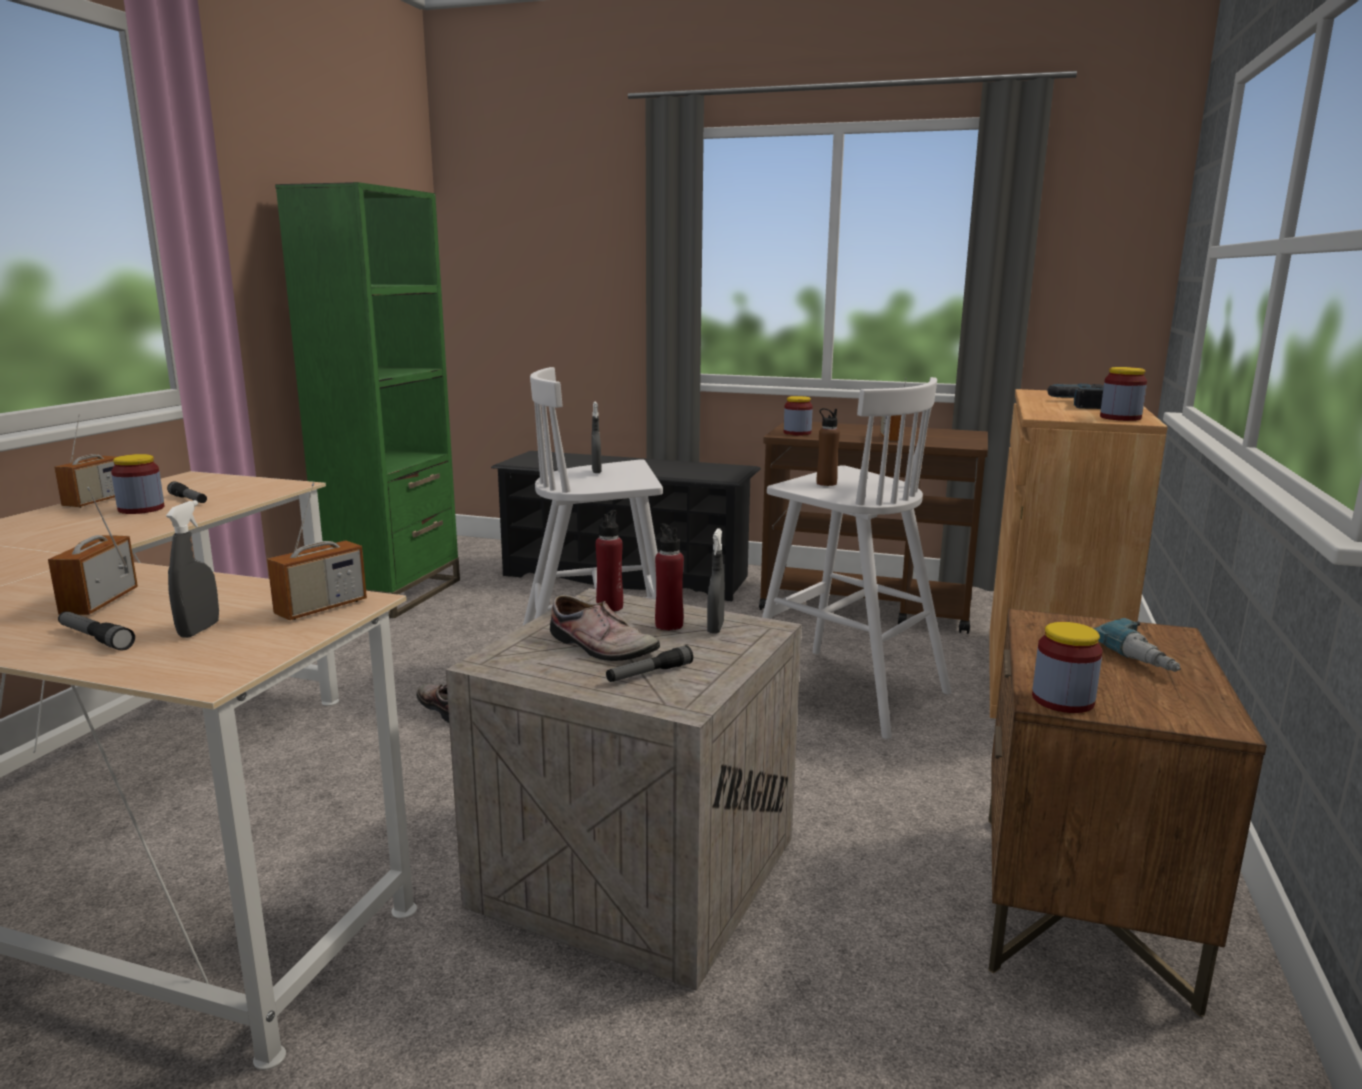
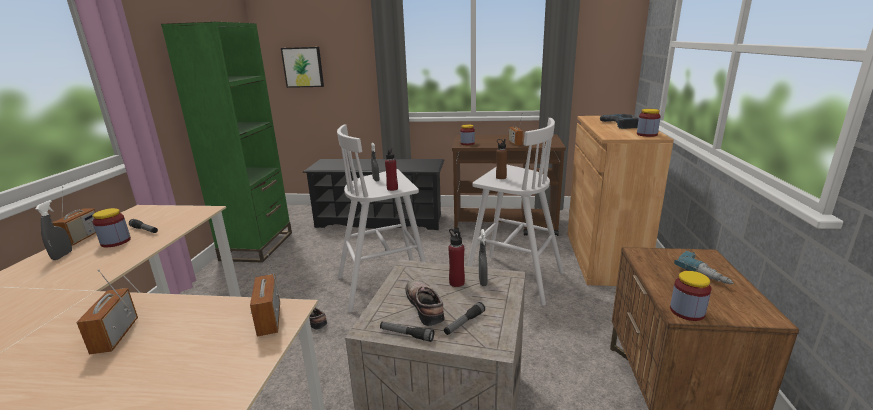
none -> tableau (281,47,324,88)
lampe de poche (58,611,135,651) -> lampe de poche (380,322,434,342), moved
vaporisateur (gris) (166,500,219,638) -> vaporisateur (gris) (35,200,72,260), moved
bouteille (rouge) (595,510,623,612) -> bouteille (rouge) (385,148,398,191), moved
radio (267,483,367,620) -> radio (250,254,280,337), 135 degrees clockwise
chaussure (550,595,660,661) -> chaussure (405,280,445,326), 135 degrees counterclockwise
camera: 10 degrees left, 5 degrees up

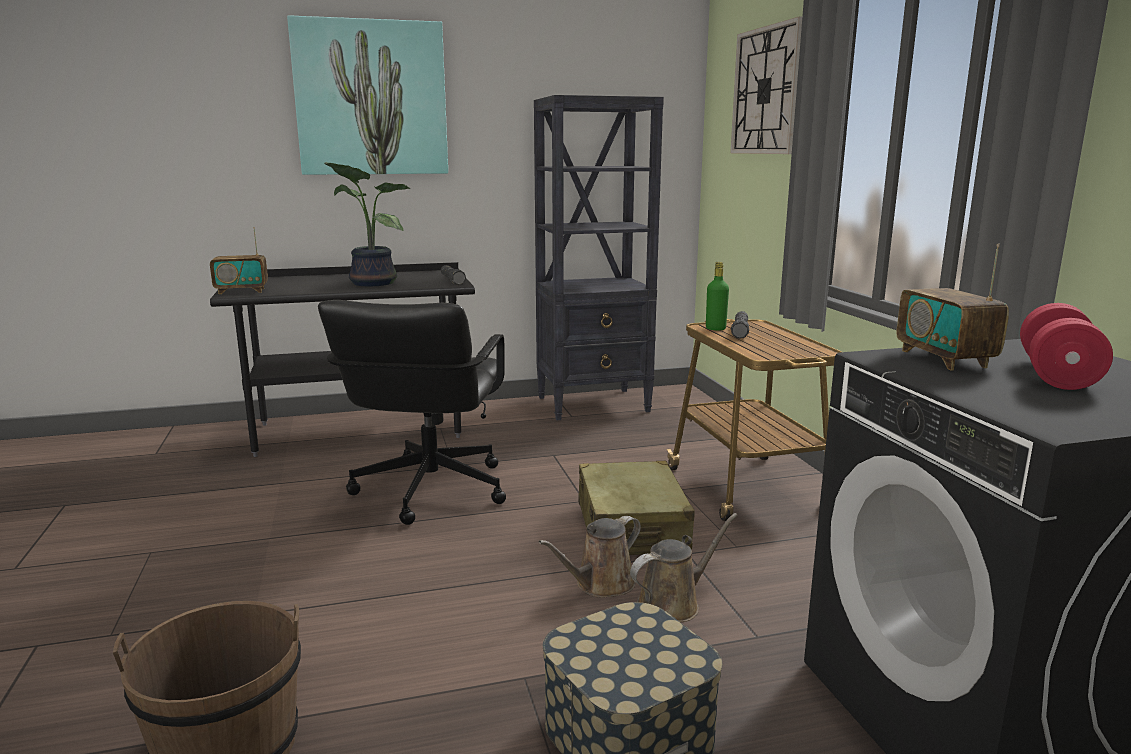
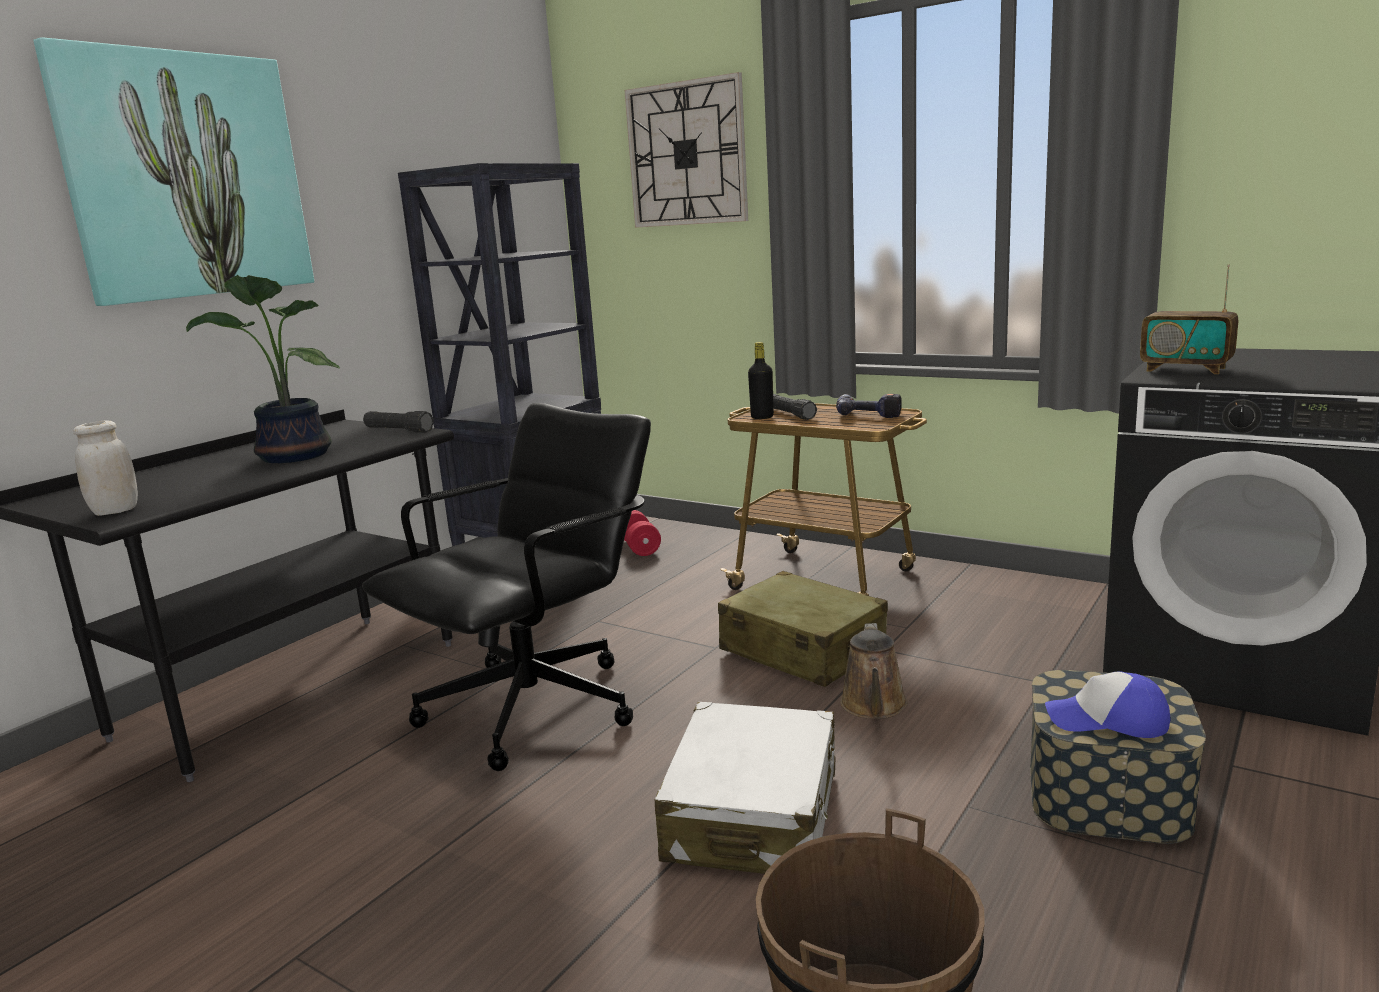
arrosoir (marron) (630,513,738,622) -> none
none -> valise (blanc) (655,702,835,874)
none -> perceuse (836,394,901,418)
none -> casquette (1045,671,1171,738)
haltère (rouge) (1020,303,1113,390) -> haltère (rouge) (624,510,661,556), moved
radio (210,227,268,294) -> bocal (blanc) (73,421,138,516)
bouteille (vert) (706,262,729,330) -> bouteille (noir) (748,342,774,419)
chaise de bureau (noir) (318,300,506,525) -> chaise de bureau (noir) (362,403,651,771), 105 degrees counterclockwise
camera: 40 degrees left, 0 degrees up

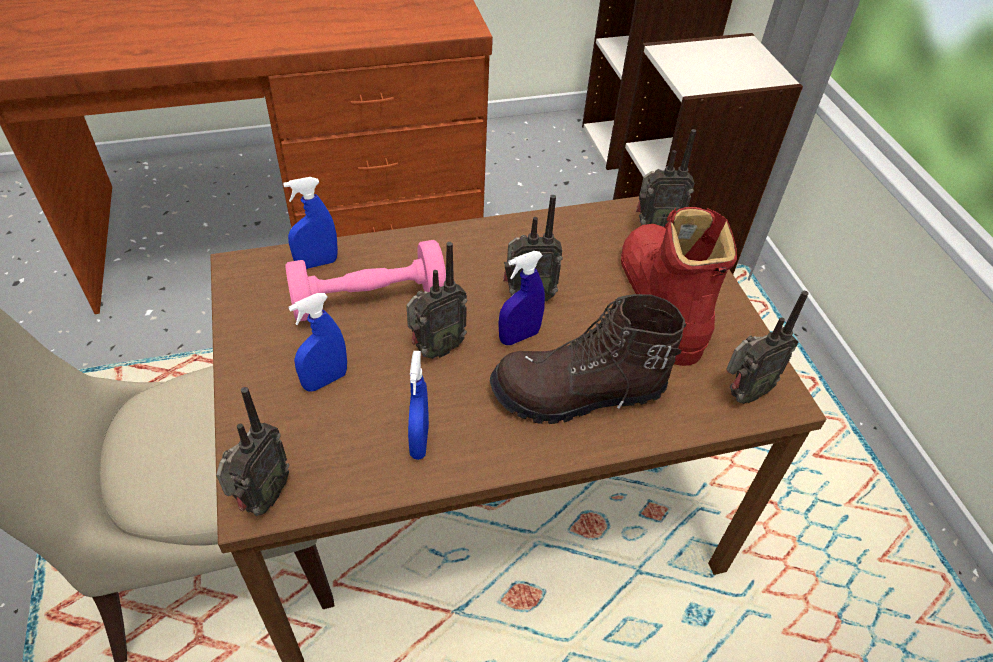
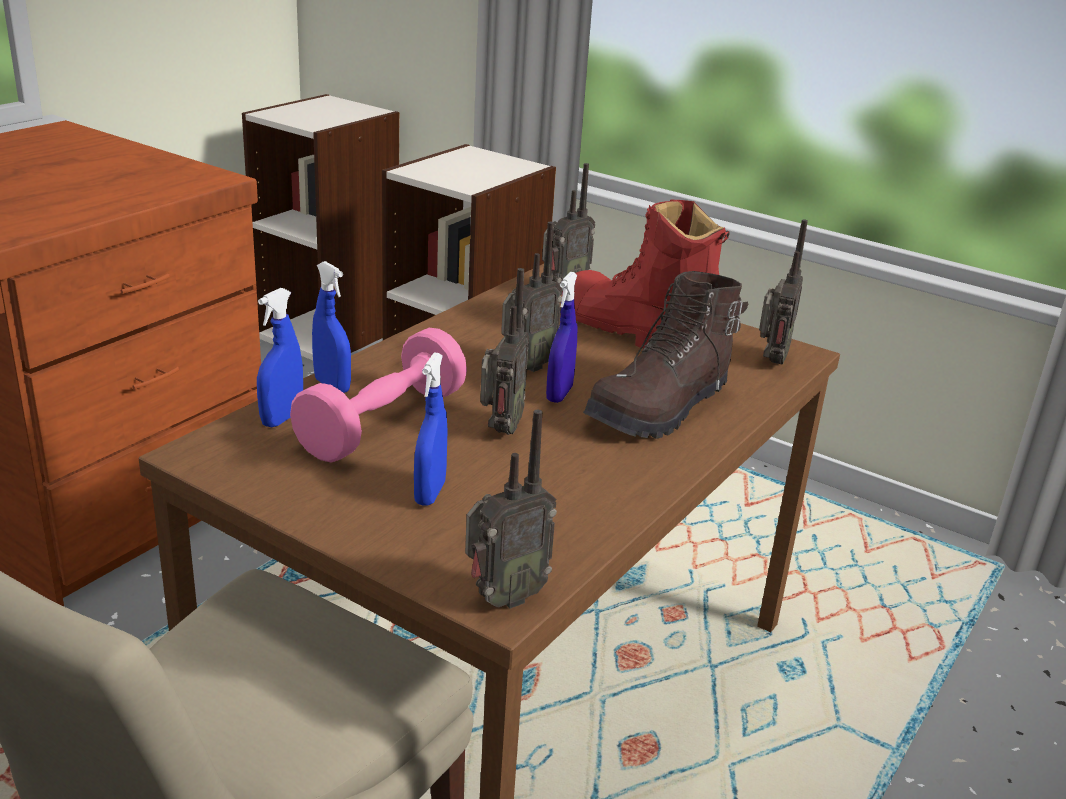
vaporisateur (bleu) (408,351,429,460) -> vaporisateur (bleu) (312,261,351,393), moved
radio (216,387,289,516) -> radio (465,410,557,609), 75 degrees clockwise
camera: 40 degrees left, 20 degrees down

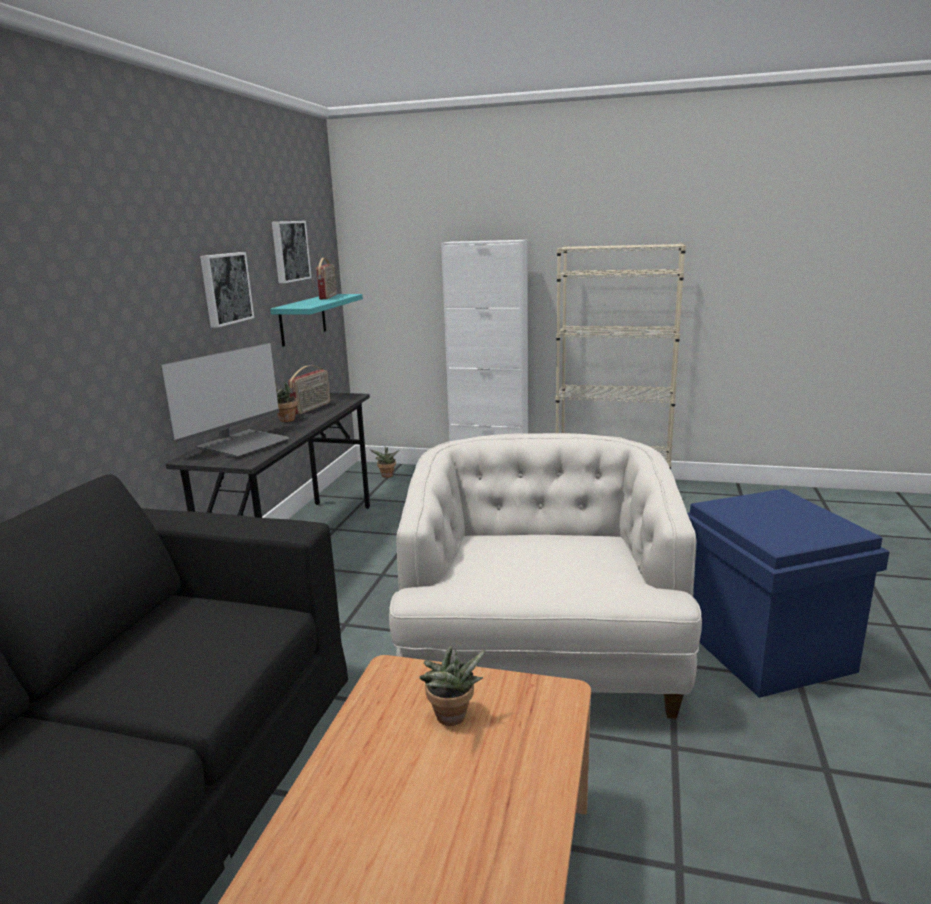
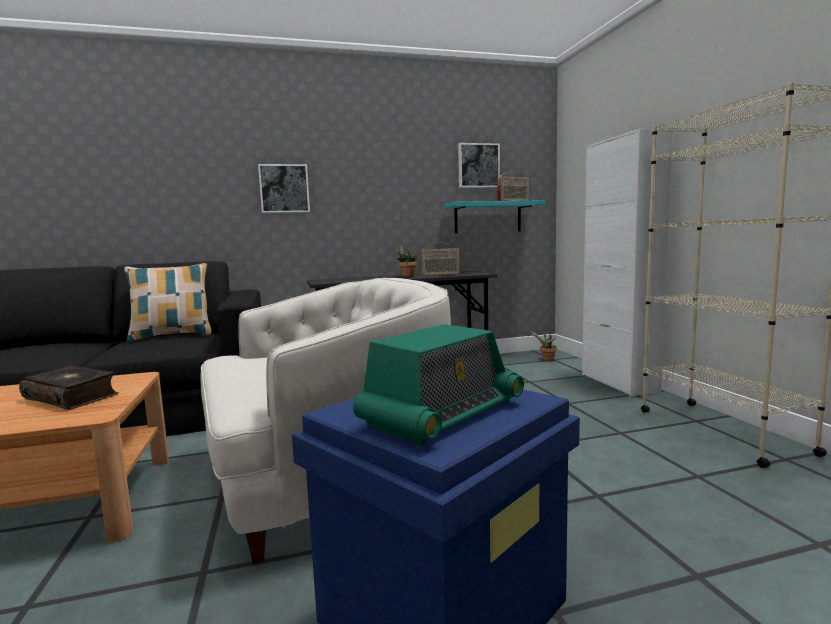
écran d'ordinateur (160,343,289,457) -> none
none -> coussin (124,263,211,342)
none -> radio (353,324,524,446)
tableau (200,252,254,328) -> tableau (258,164,310,213), moved
plante en pot (419,646,485,726) -> livre (19,365,119,410)
camera: 60 degrees right, 10 degrees down

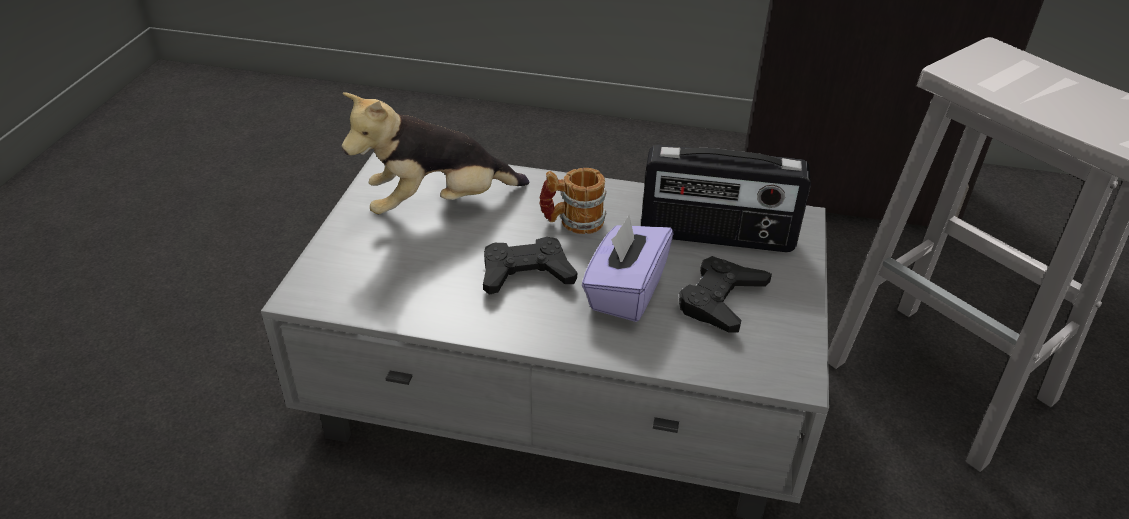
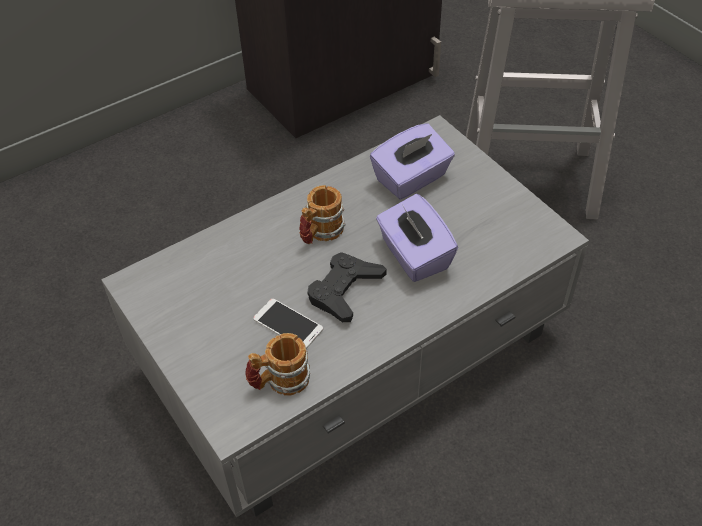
peluche (342,92,529,214) -> none
manette (noir) (679,256,772,333) -> none
none -> mug (246,333,310,396)
none -> téléphone (253,299,323,349)
radio (641,145,811,252) -> boîte à mouchoirs (violet) (370,123,455,199)
camera: 45 degrees left, 10 degrees up

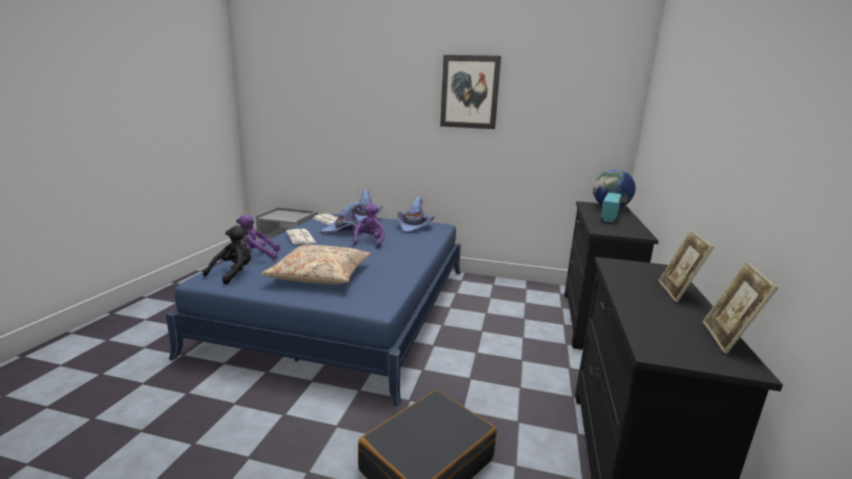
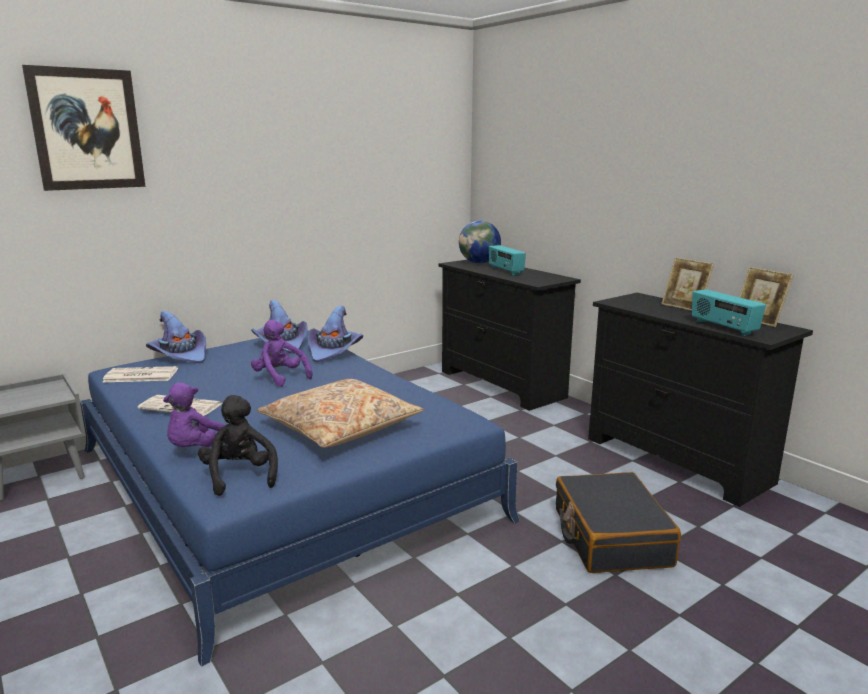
none -> radio (692,289,766,336)
chapeau (violet) (320,202,365,233) -> chapeau (violet) (307,306,363,362), moved
tableau (440,55,501,129) -> tableau (22,65,146,191), moved
camera: 50 degrees left, 0 degrees up

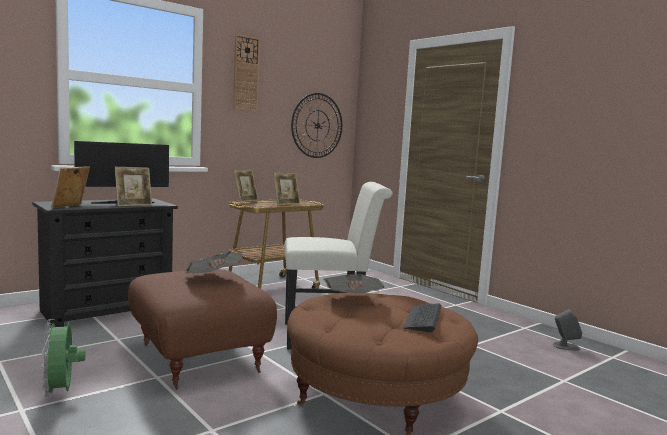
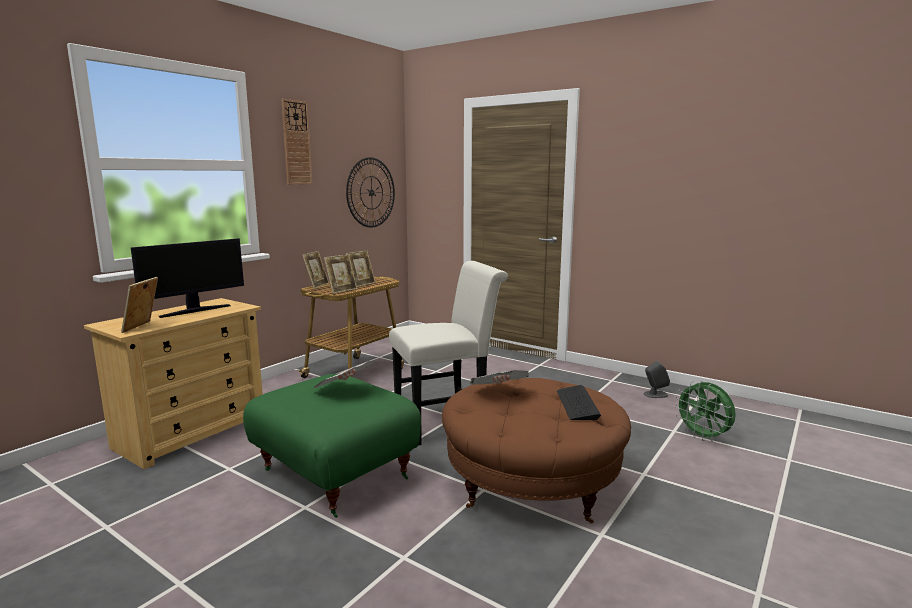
ventilateur (vert) (41,319,86,398) -> ventilateur (vert) (674,381,736,442), moved
cadre photo (115,167,152,206) -> cadre photo (324,254,357,294), moved
commode (noir) (32,199,178,327) -> commode (beige) (84,298,263,469)
pouf (marron) (128,269,277,390) -> pouf (vert) (243,374,421,518)
camera: 15 degrees left, 5 degrees up

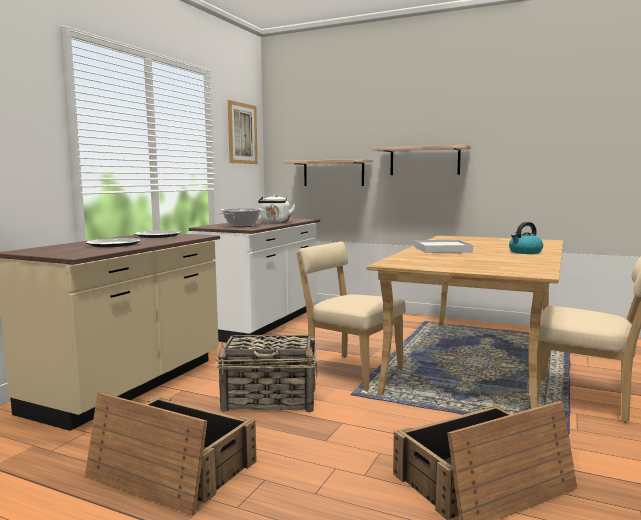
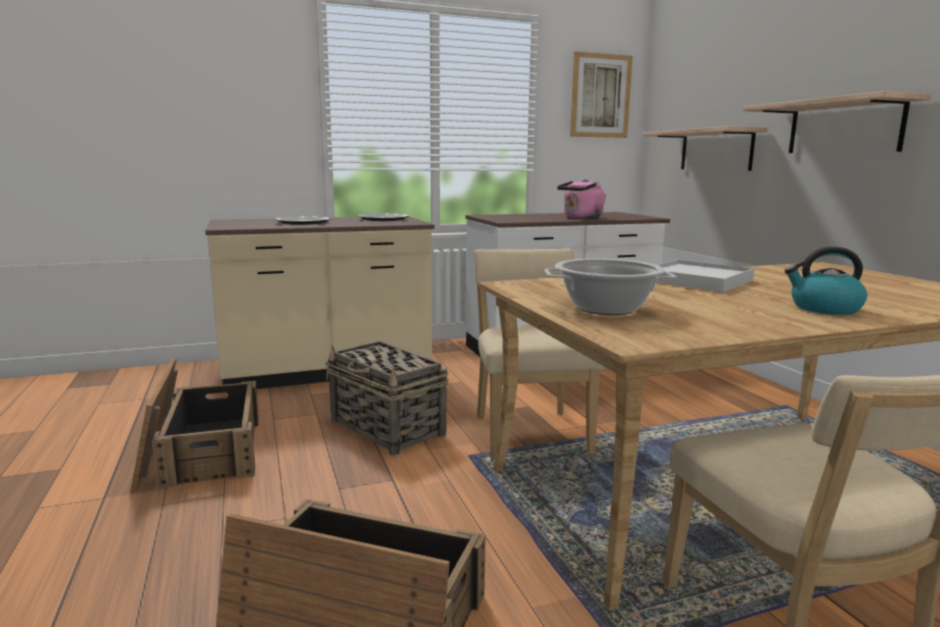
marmite (217,208,265,227) -> marmite (545,259,676,315), moved
bouilloire (blanc) (258,194,295,223) -> bouilloire (rose) (557,179,607,219)
camera: 45 degrees right, 5 degrees up

